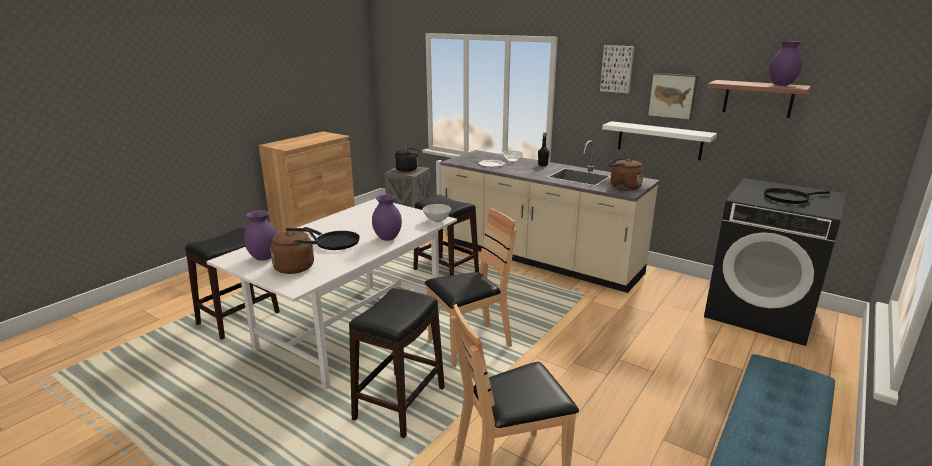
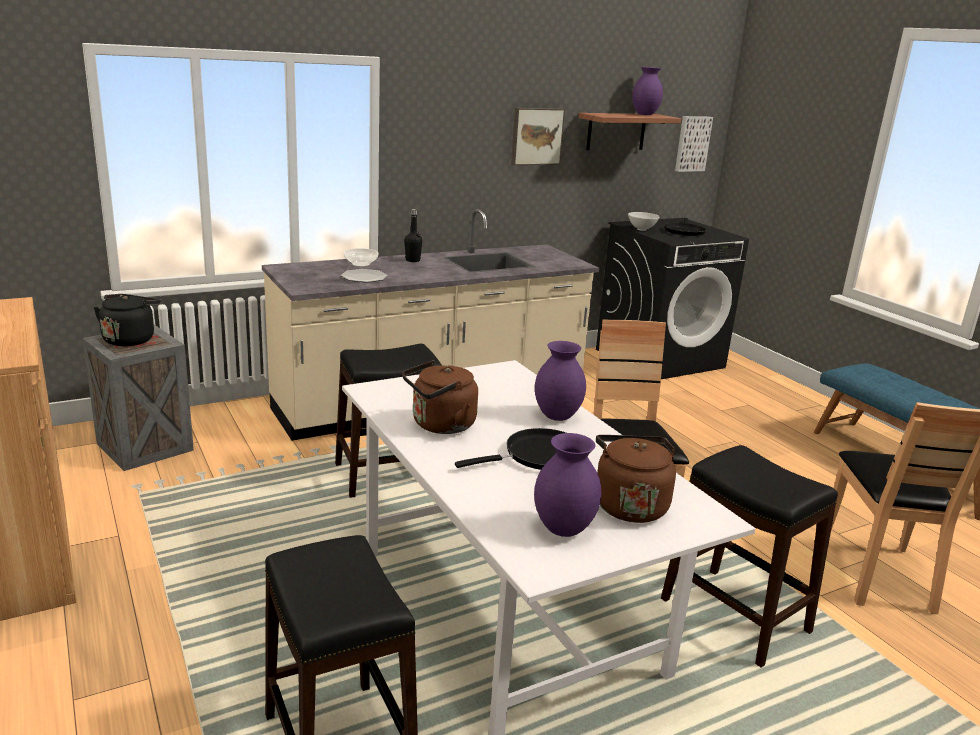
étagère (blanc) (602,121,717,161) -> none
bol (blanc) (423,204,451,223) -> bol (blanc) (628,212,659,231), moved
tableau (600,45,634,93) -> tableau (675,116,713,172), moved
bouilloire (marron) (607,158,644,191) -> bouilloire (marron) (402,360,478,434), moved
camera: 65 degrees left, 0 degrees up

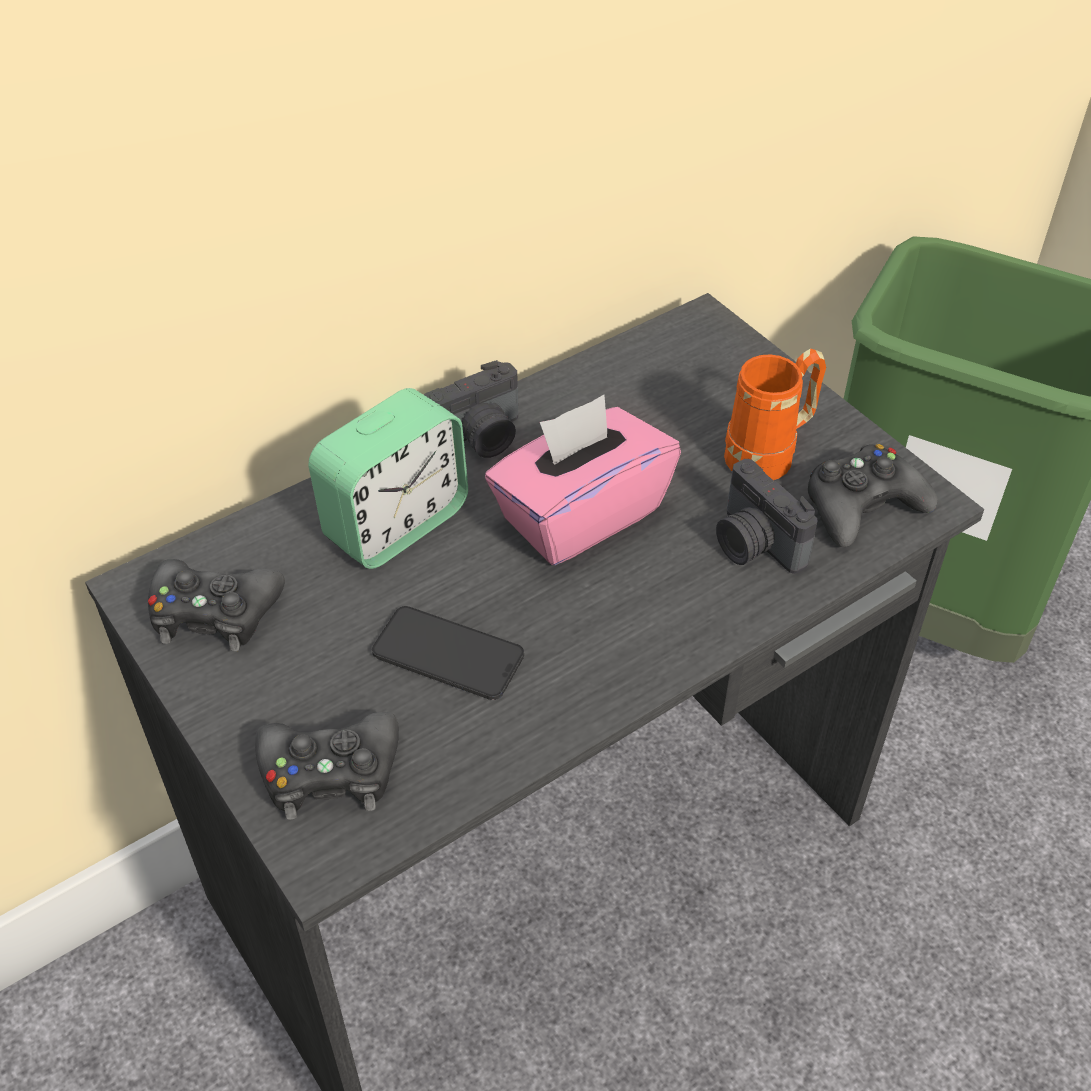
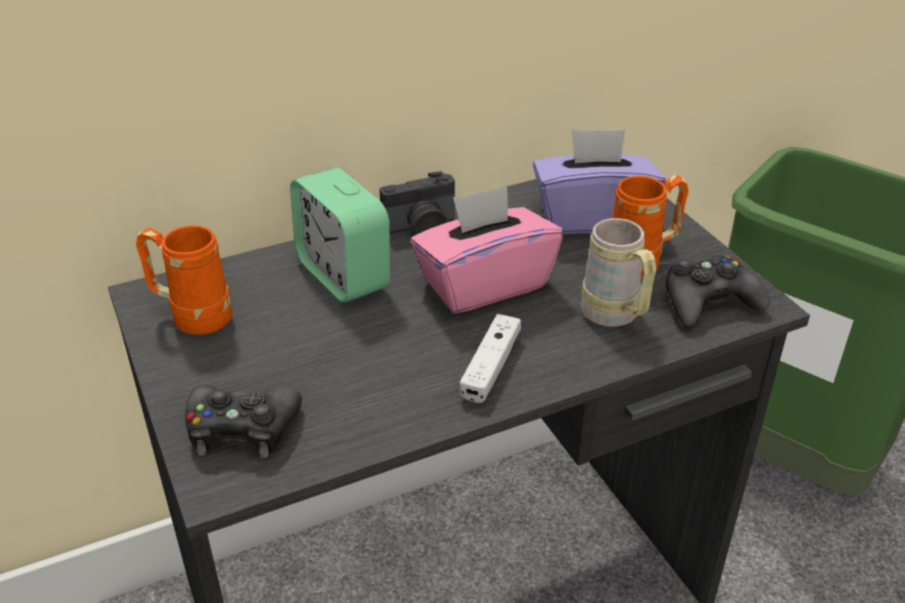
téléphone (372,606,524,700) -> none
none -> manette (blanc) (459,314,521,403)
none -> boîte à mouchoirs (violet) (533,129,665,234)
manette (noir) (148,559,285,651) -> mug (orange) (136,225,232,335)
appareil photo (716,459,817,574) -> mug (beige) (581,218,656,327)
réveil (308,388,468,569) -> réveil (290,167,390,303), 90 degrees clockwise
camera: 10 degrees right, 10 degrees down

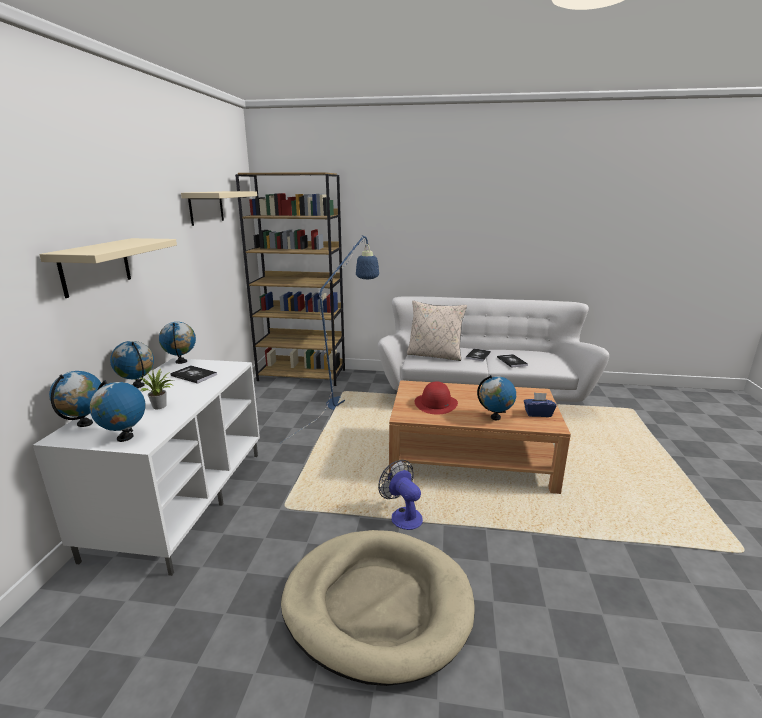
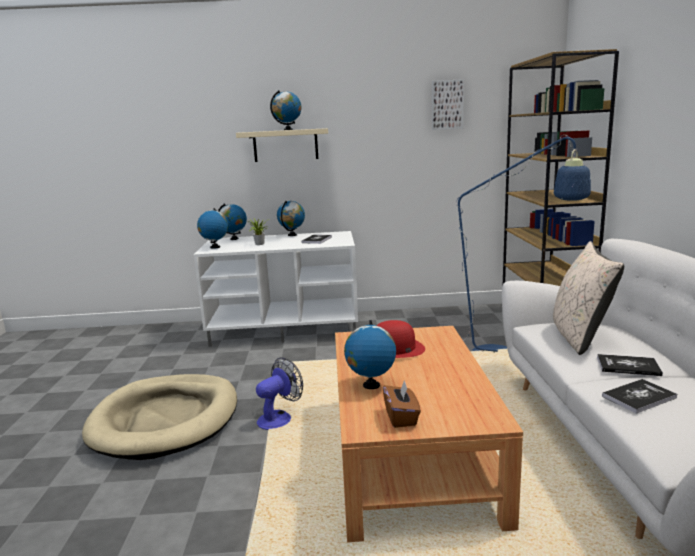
globe (159,322,196,364) -> globe (270,90,301,130), moved
étagère (beige) (181,191,257,226) -> tableau (432,79,464,130)
boîte à mouchoirs (bleu) (524,393,557,417) -> boîte à mouchoirs (marron) (383,379,421,428)
camera: 80 degrees right, 5 degrees down

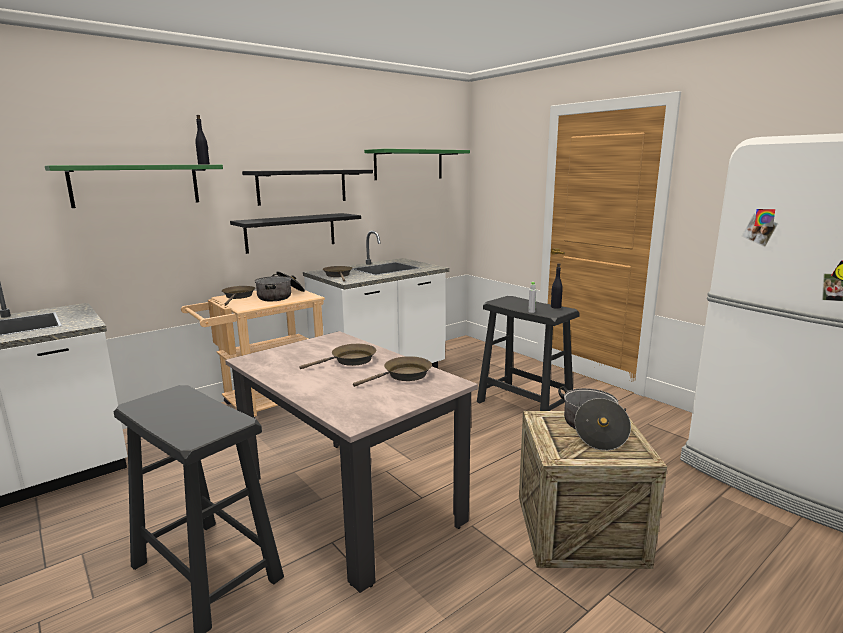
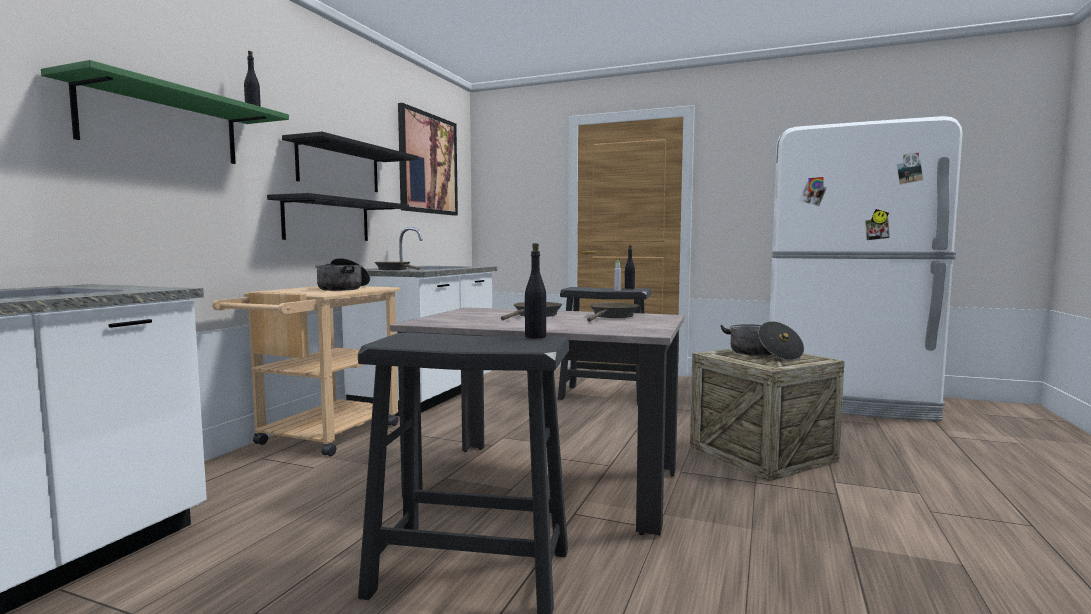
poêle (marron) (222,286,255,305) -> none
none -> bouteille (noir) (525,243,546,338)
étagère (vert) (364,149,470,180) -> tableau (398,103,458,216)
camera: 30 degrees left, 10 degrees down

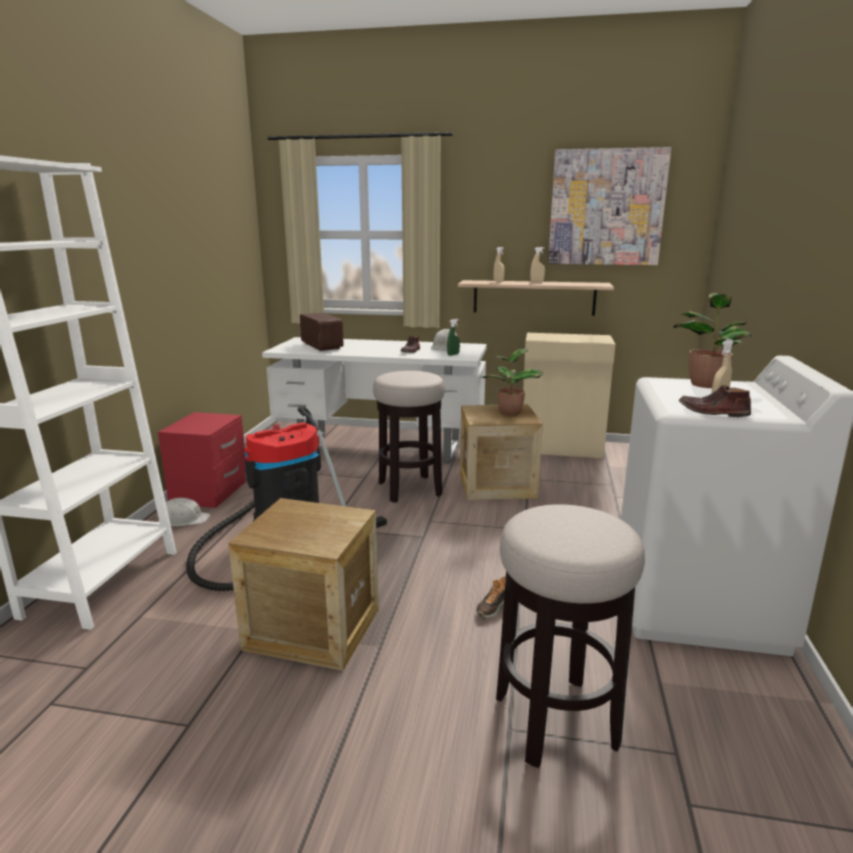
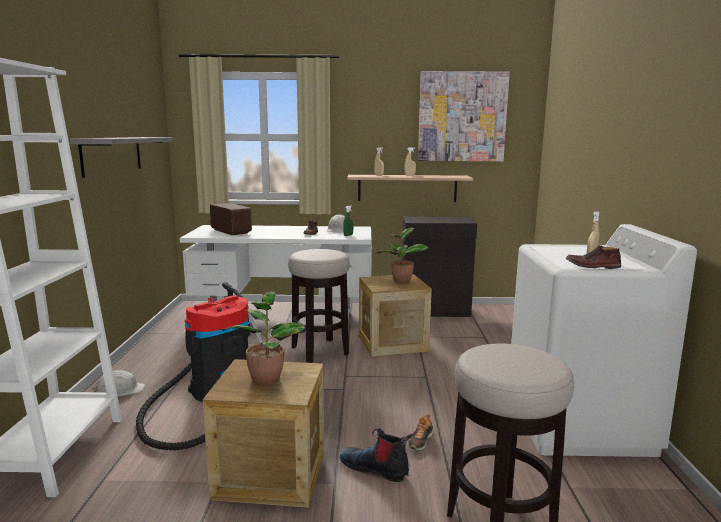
table de chevet (rouge) (158,412,246,508) -> none
none -> étagère (gris) (70,137,173,178)
none -> botte (340,428,413,482)
plante en pot (674,293,752,388) -> plante en pot (220,291,306,385), moved
meuble de rangement (beige) (523,333,615,458) -> meuble de rangement (noir) (402,217,477,317)
camera: 10 degrees left, 5 degrees down

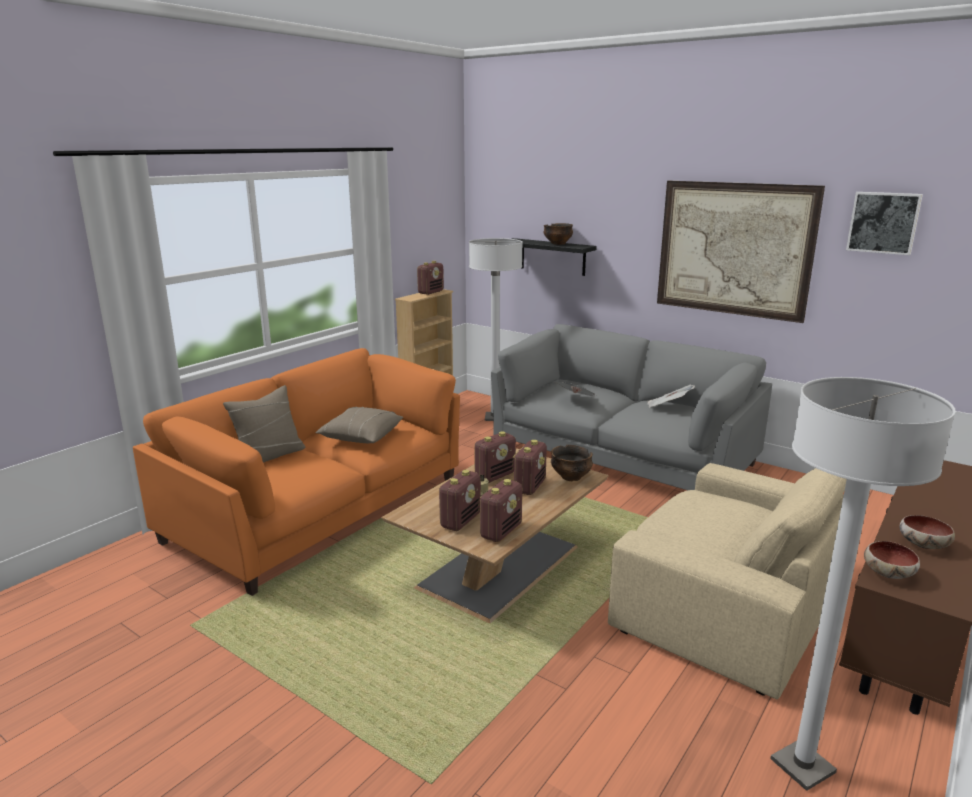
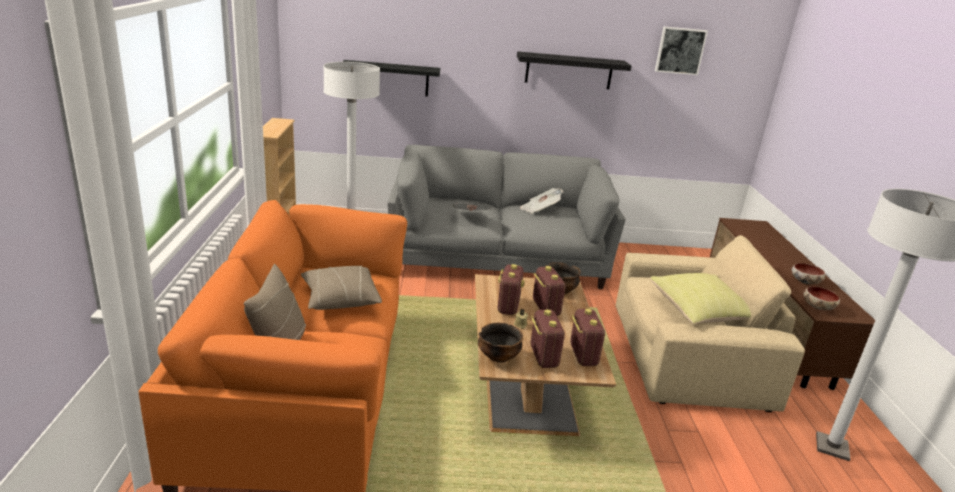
radio (417,261,444,295) -> none
none -> coussin (jaune) (650,273,751,324)
bol (543,223,573,245) -> bol (478,323,523,363), moved
tableau (657,181,825,323) -> étagère (noir) (517,51,631,89)
camera: 40 degrees left, 5 degrees up

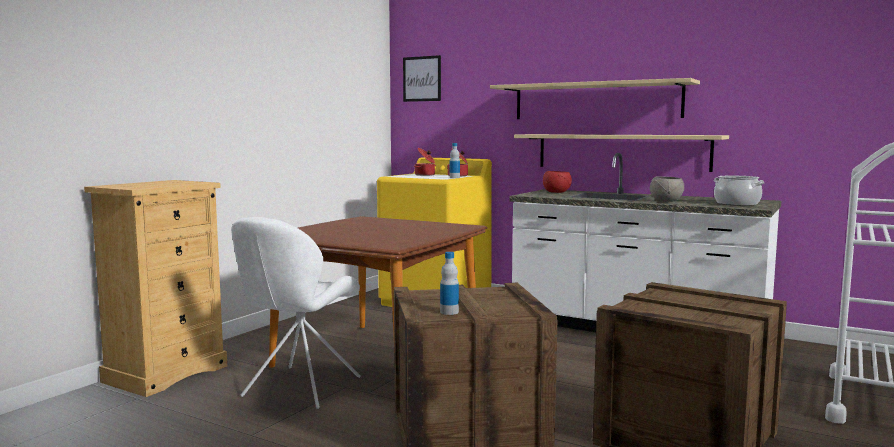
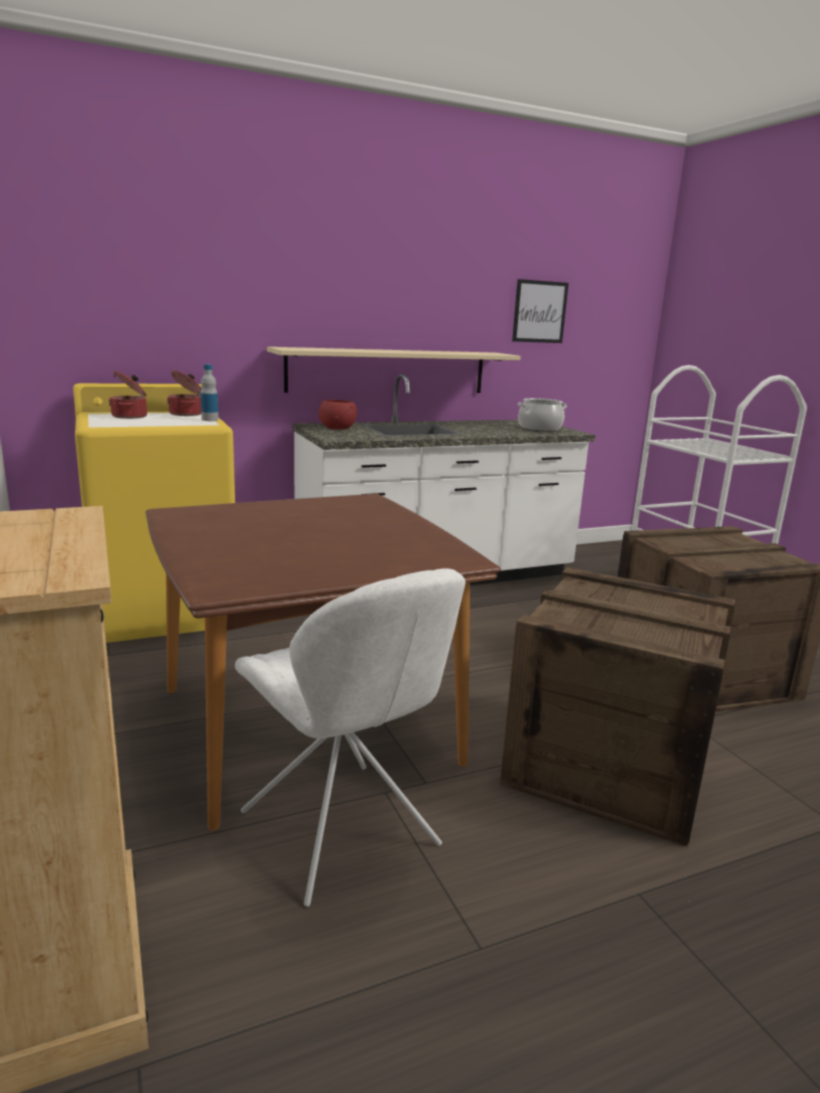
bouteille (440,252,459,315) -> none
étagère (beige) (490,78,700,119) -> none
bol (gris) (650,176,684,202) -> none
tableau (403,55,441,102) -> tableau (512,279,569,343), moved
camera: 55 degrees left, 10 degrees up

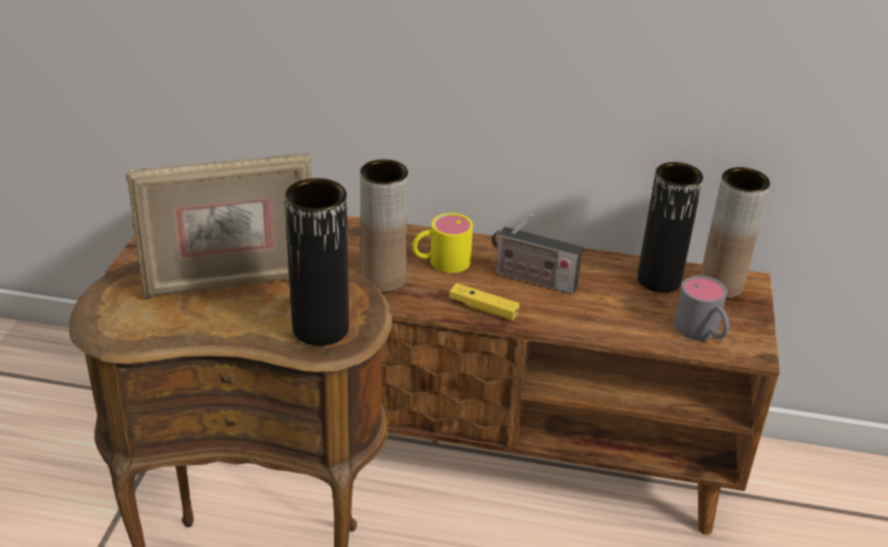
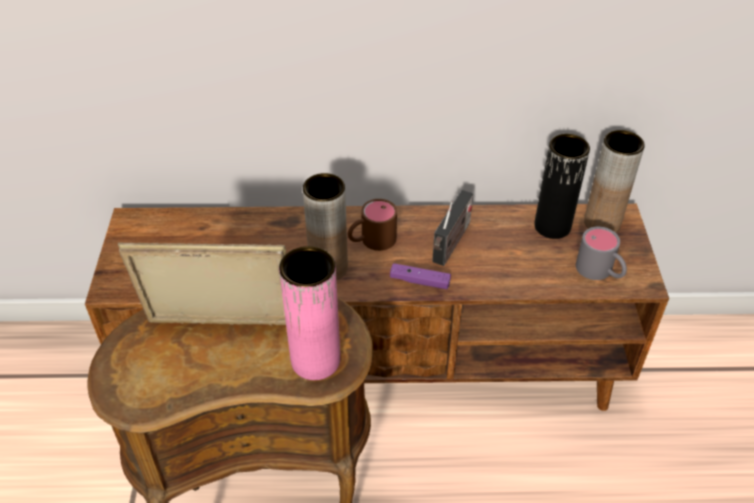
vase (noir) (285,178,349,346) -> vase (rose) (279,246,340,380)
mug (jaune) (412,213,473,273) -> mug (marron) (348,199,397,251)
manette (jaune) (449,283,520,320) -> manette (violet) (390,263,451,289)
cadre photo (126,153,311,298) -> cadre photo (118,242,286,326), 150 degrees counterclockwise
radio (492,214,583,294) -> radio (432,190,473,266), 75 degrees counterclockwise
camera: 10 degrees left, 10 degrees up

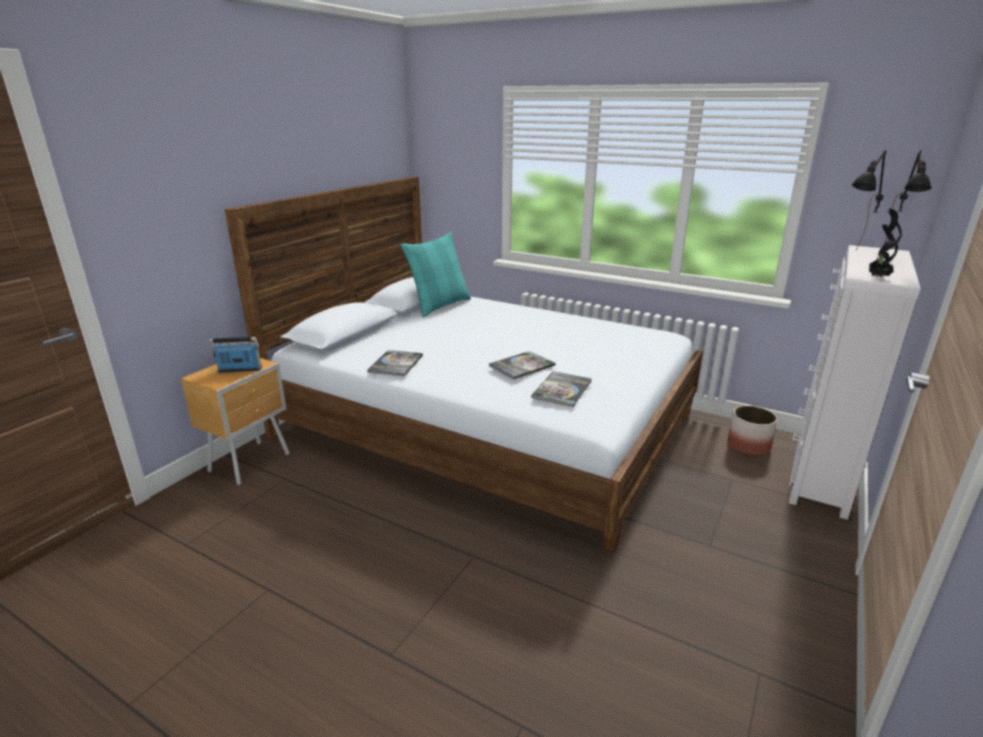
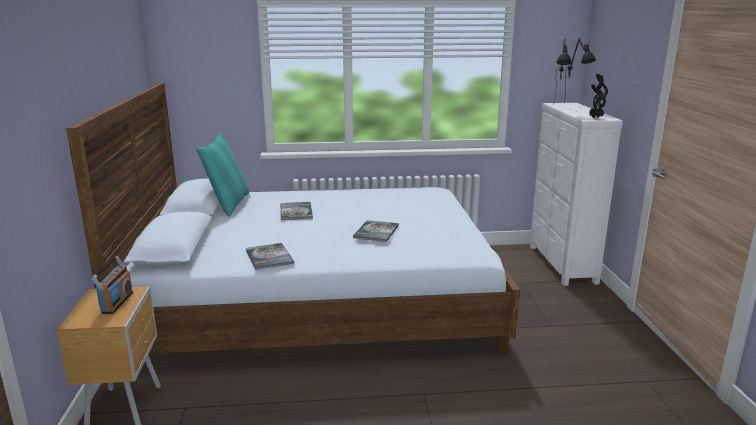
cache-pot (727,405,777,456) -> none
livre (531,371,592,407) -> livre (280,202,313,220), moved
radio (209,337,262,373) -> radio (91,256,133,314), 135 degrees clockwise
camera: 35 degrees left, 5 degrees down

